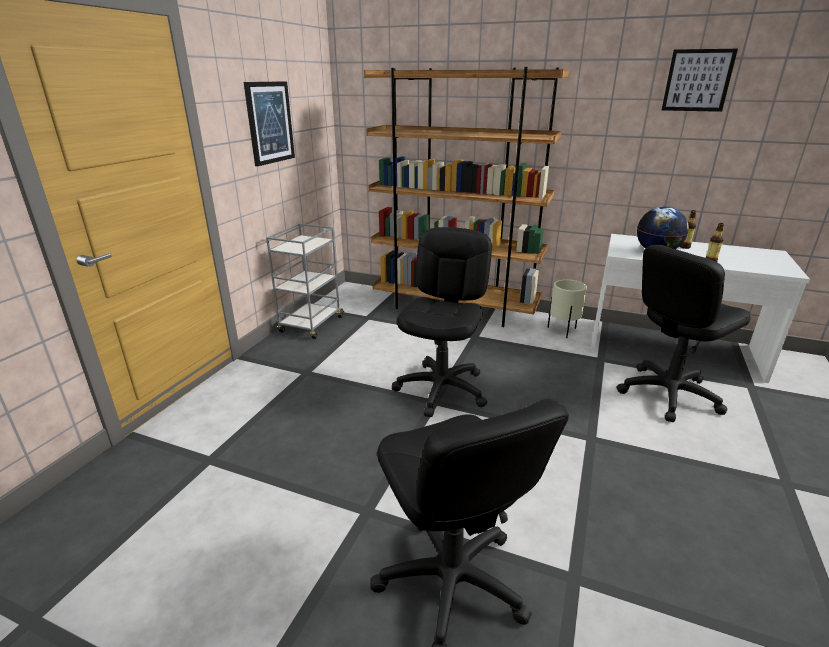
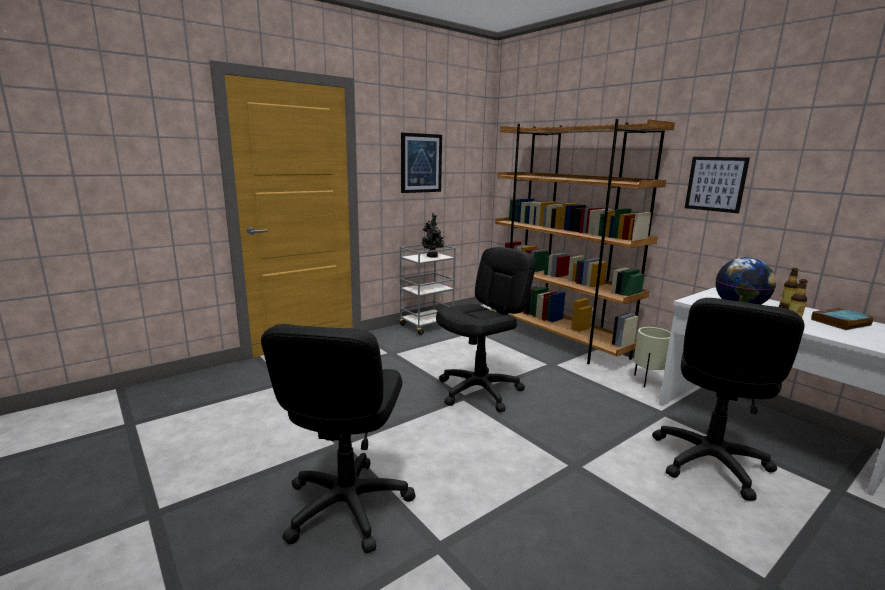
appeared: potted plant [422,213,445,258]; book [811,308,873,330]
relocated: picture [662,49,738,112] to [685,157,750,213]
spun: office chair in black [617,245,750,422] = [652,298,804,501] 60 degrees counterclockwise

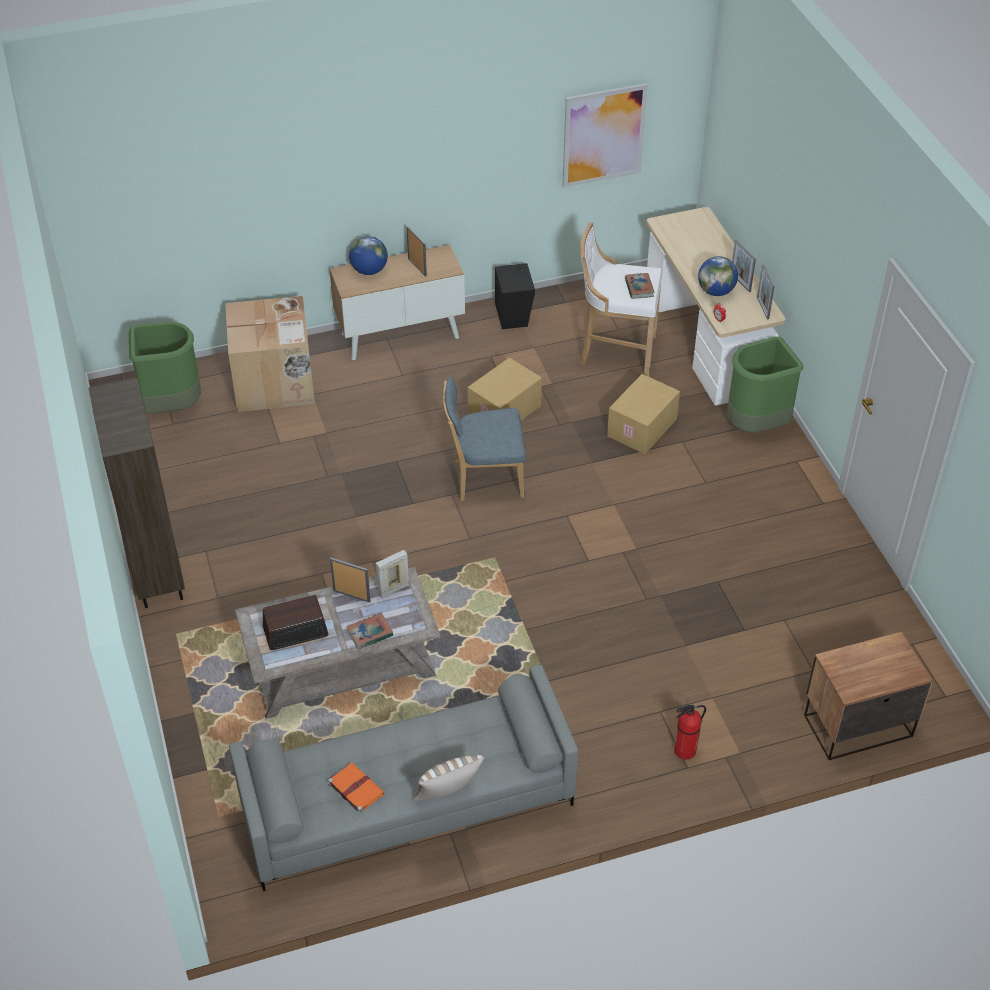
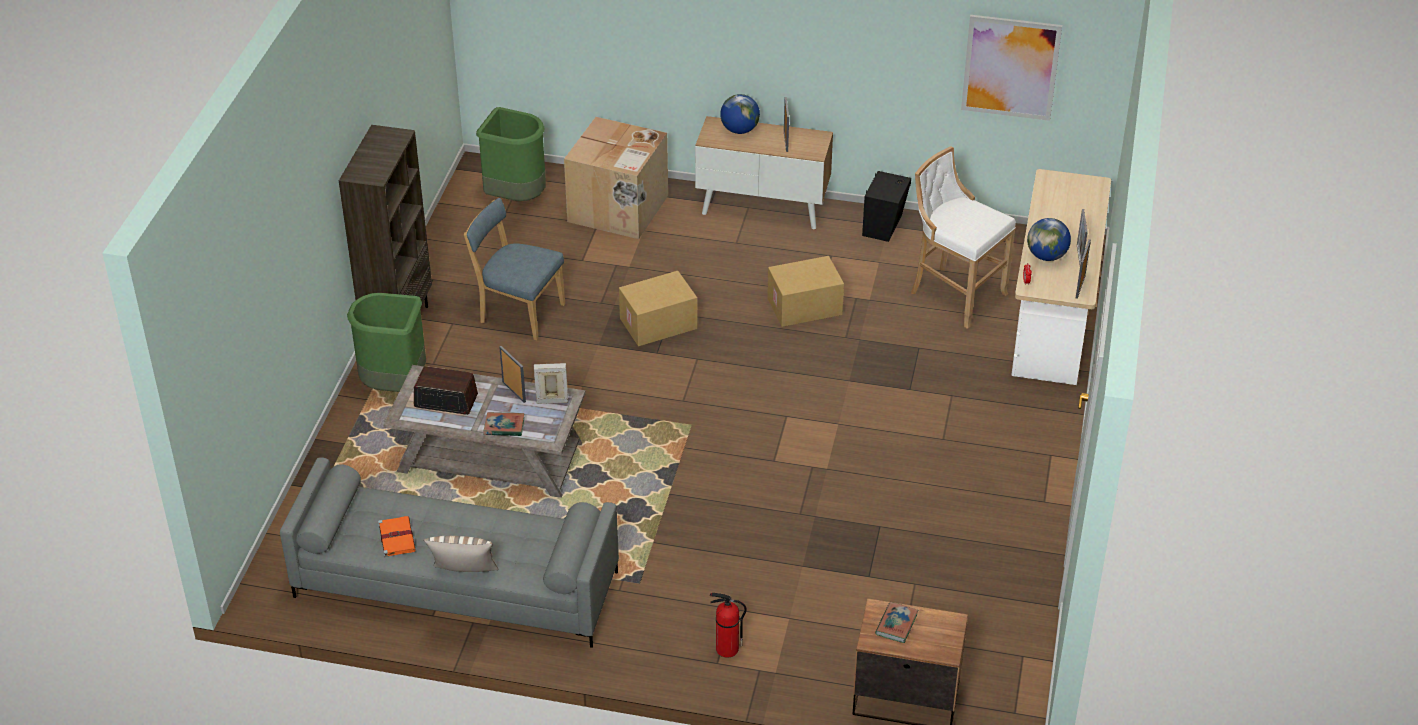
relocated: chair in blue [443,377,526,501] to [464,198,565,341]; cardboard box [607,374,680,454] to [619,271,697,346]; book [625,273,655,299] to [875,602,919,643]; trash can in green [727,336,803,433] to [347,293,426,392]

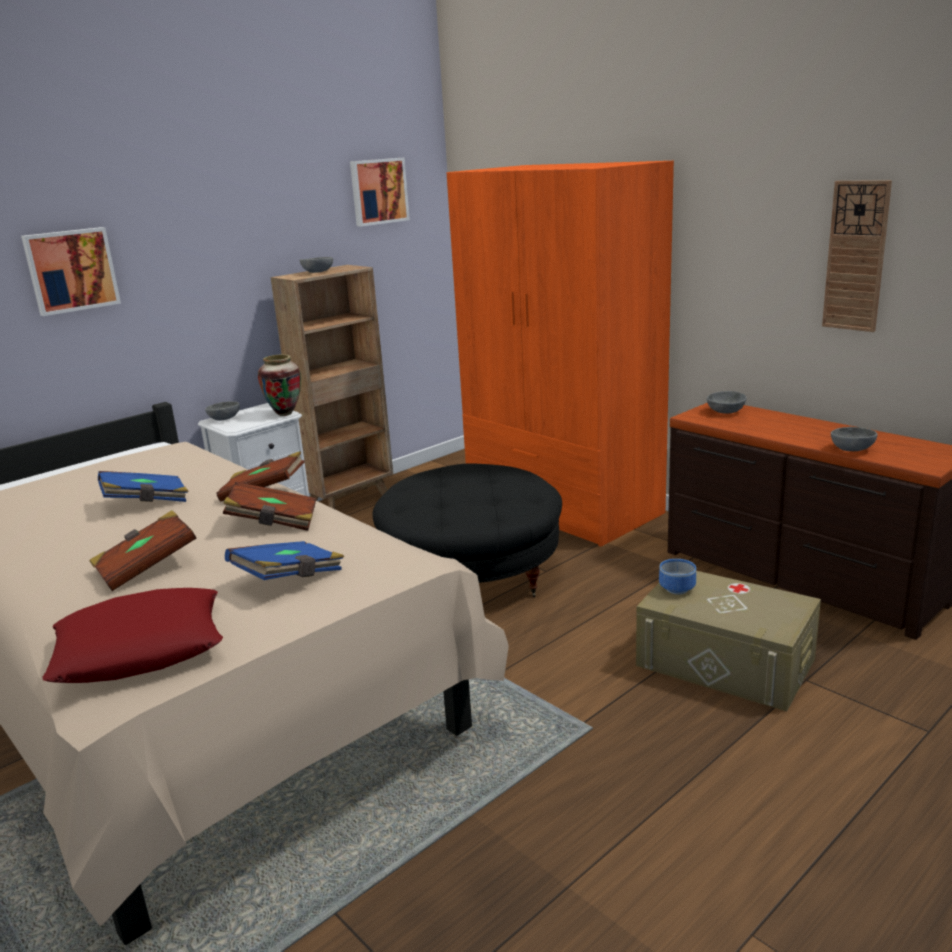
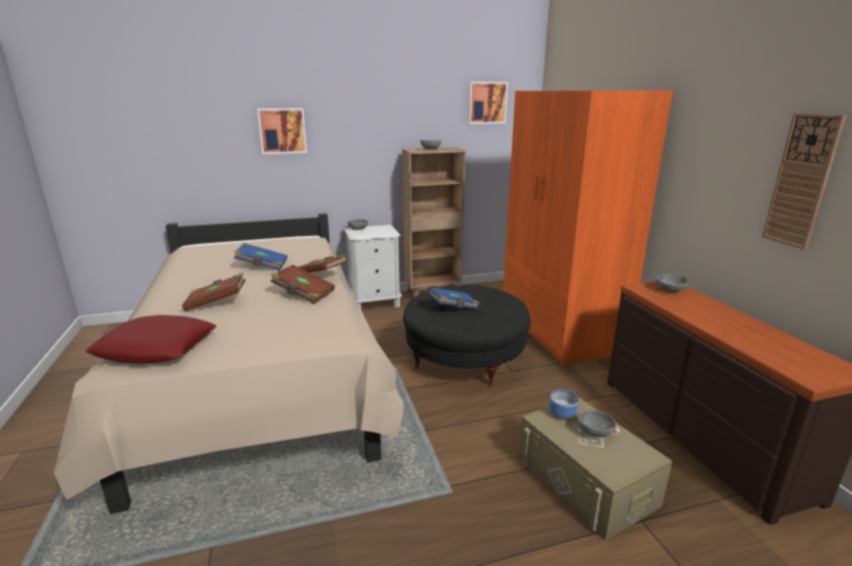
missing: vase [258,354,301,416]
relocated: book in blue [225,541,344,580] to [427,287,480,309]; bowl in grey [831,427,877,451] to [577,410,616,437]

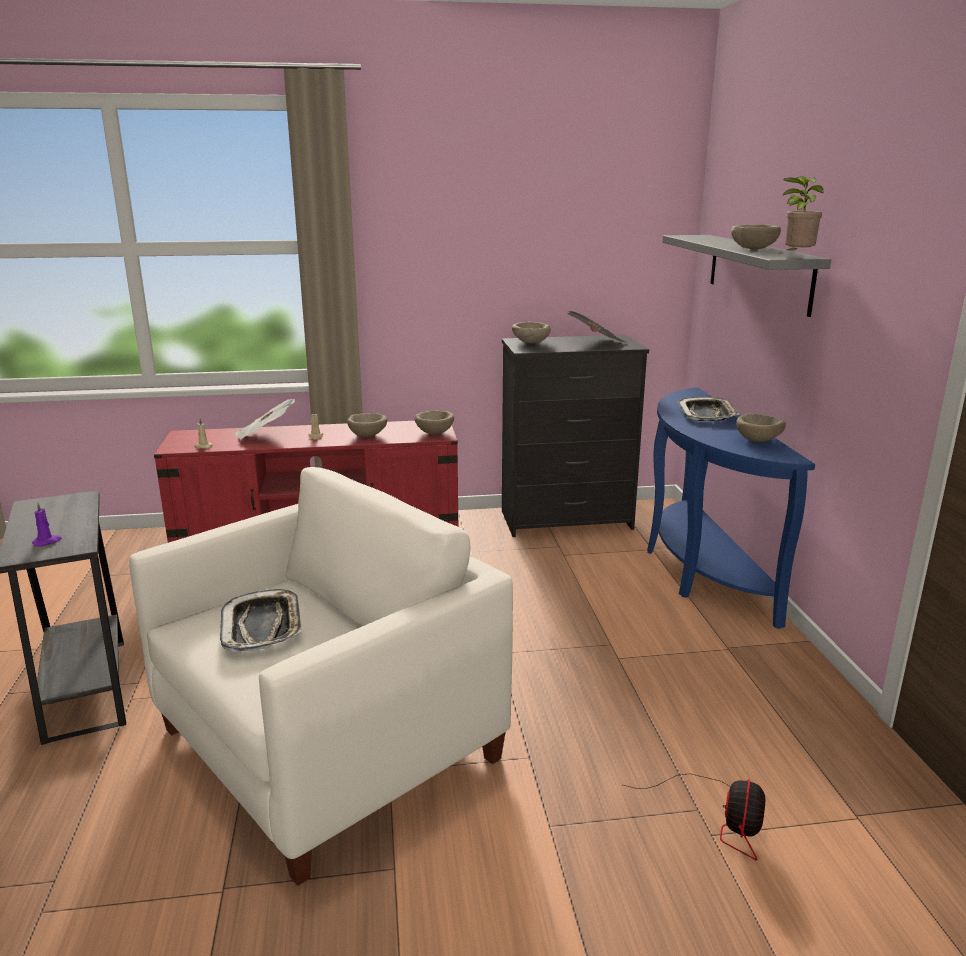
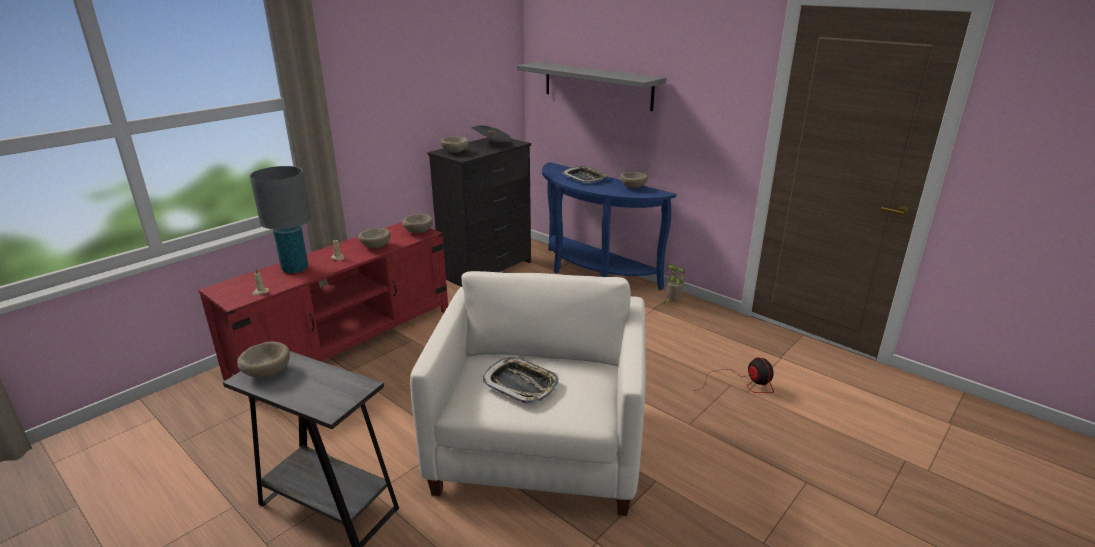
missing: candle in purple [32,503,62,547]
relocated: bowl in beige [731,224,781,249] to [237,342,290,378]; potted plant [779,176,824,254] to [665,264,685,303]
exchanged: newspaper [235,399,295,440] to table lamp in grey [250,166,311,273]

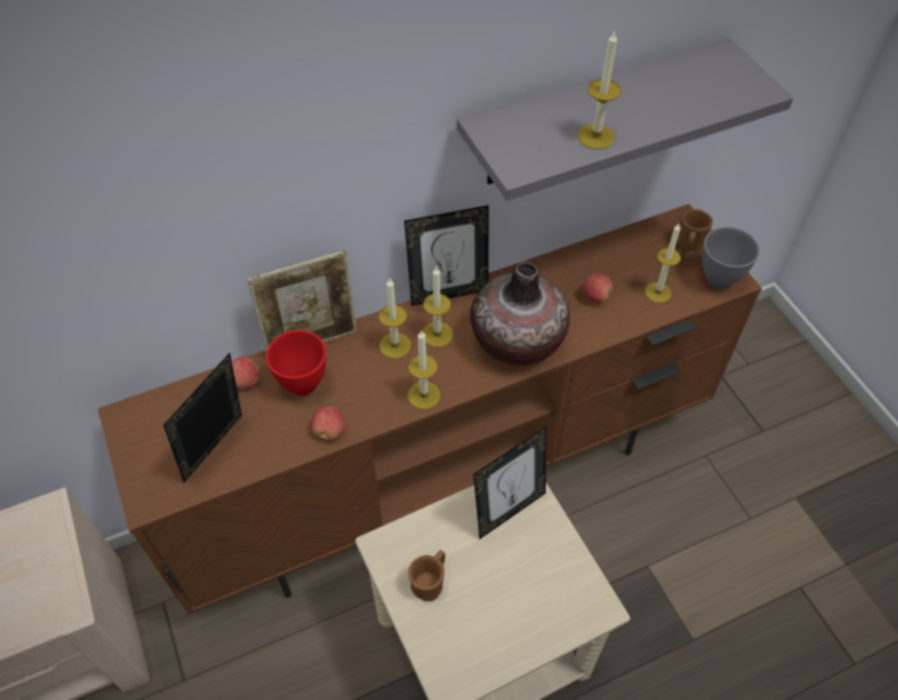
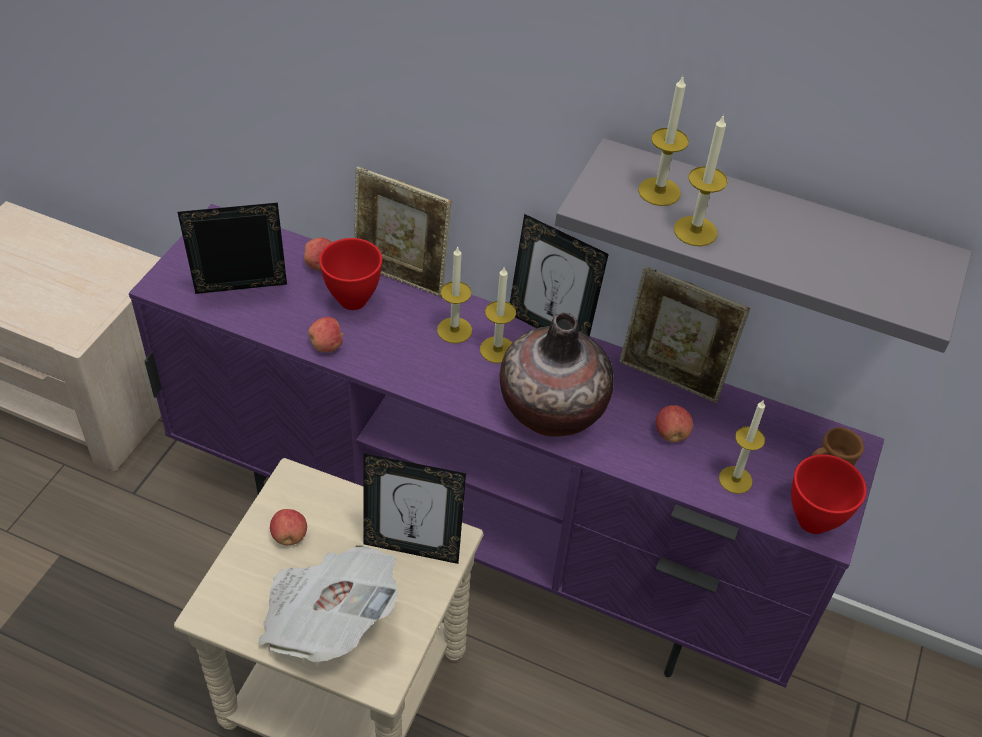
appeared: newspaper [258,545,398,662]; picture frame [620,266,750,403]
relocated: candle [408,330,441,410] to [638,76,689,206]
exchanged: mug in brown [408,550,445,602] to apple [270,509,307,545]
colour: tv stand in brown [98,204,762,615] to tv stand in purple [129,204,884,688]; bowl in grey [702,227,760,289] to bowl in red [791,454,867,534]

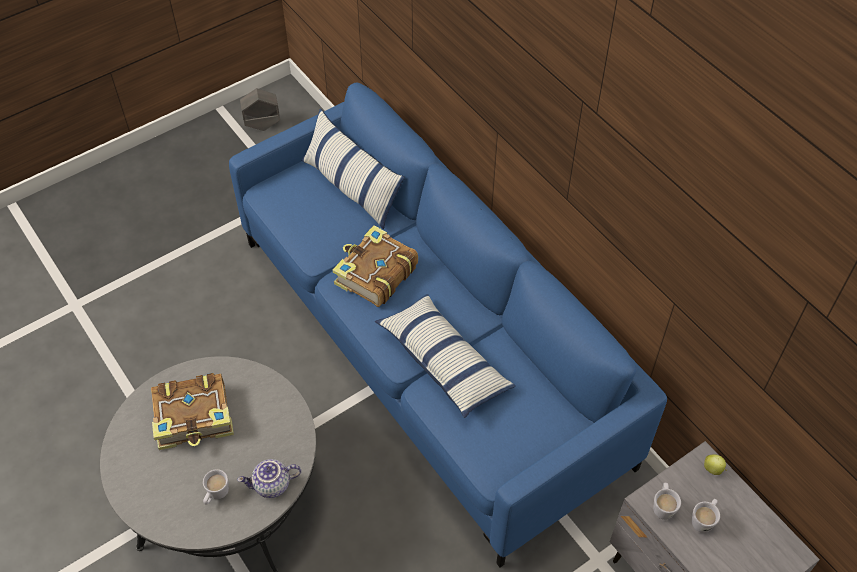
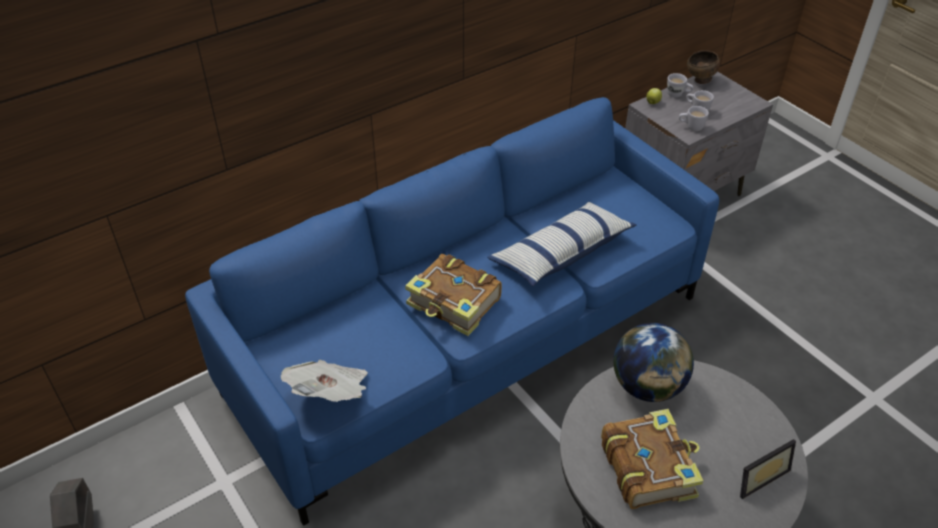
missing: teapot [237,459,301,498]; pillow [301,109,405,229]
appeared: newspaper [281,360,367,402]; globe [613,323,694,402]; bowl in brown [687,50,720,84]; picture frame [740,439,796,499]
relocated: mug in white [203,469,229,505] to [667,73,694,97]

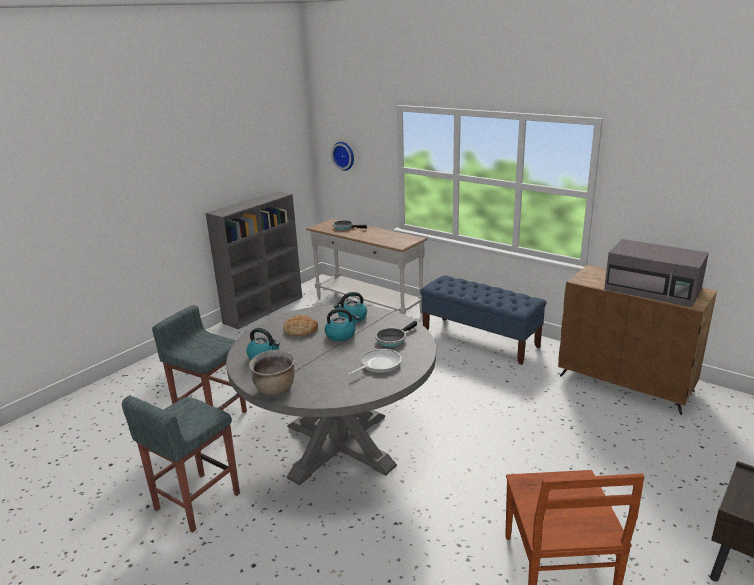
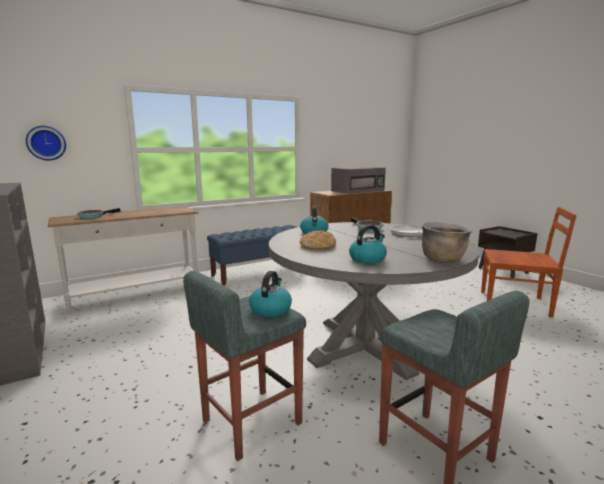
relocated: kettle [325,308,360,341] to [249,271,292,317]

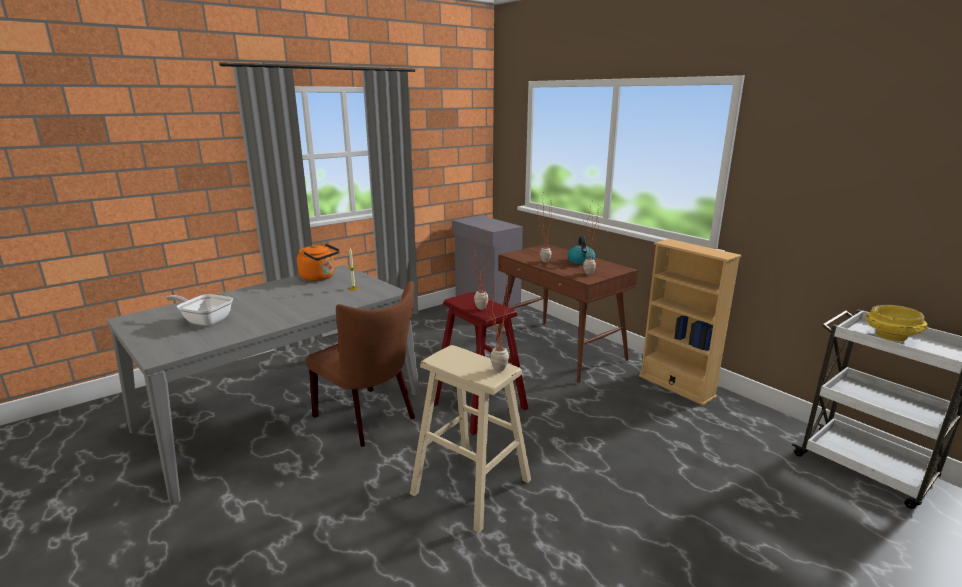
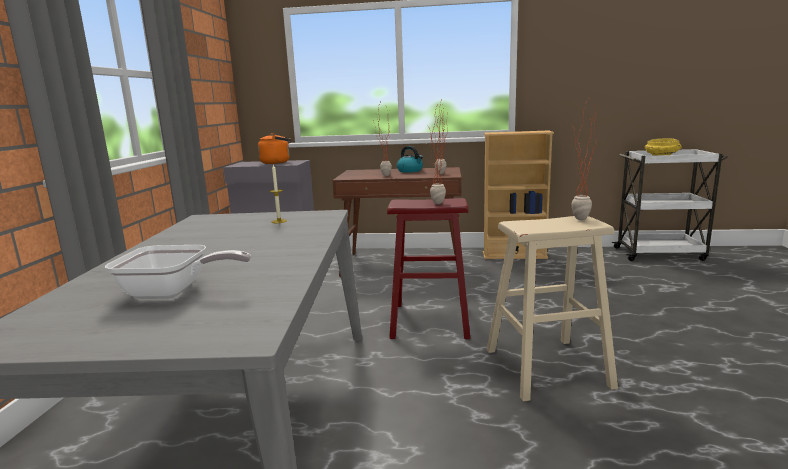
missing: chair in brown [306,281,415,447]
relocated: kettle in orange [297,243,340,281] to [258,133,291,164]
spun: frying pan [166,294,233,326] = [105,245,251,299] 150 degrees counterclockwise

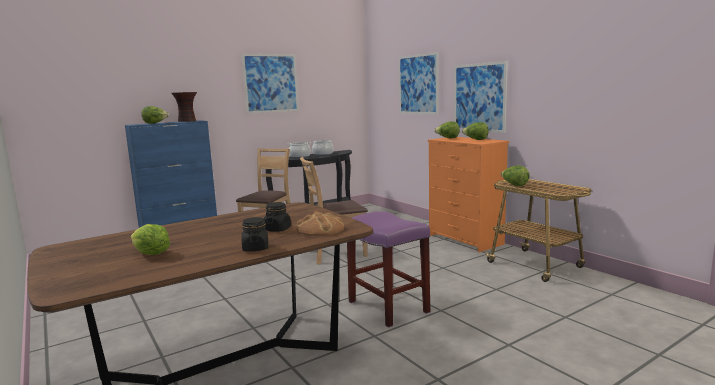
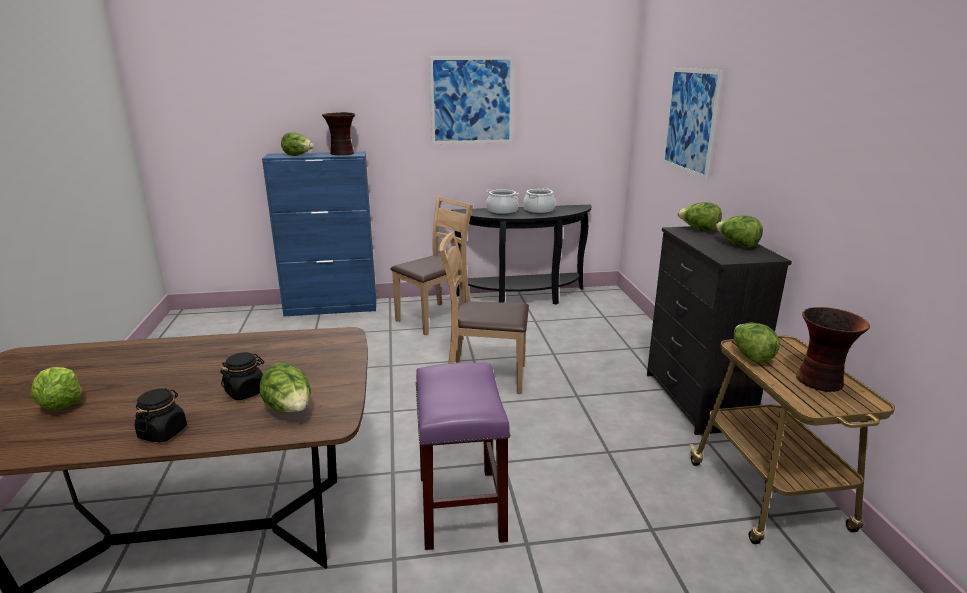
missing: picture [454,61,508,133]
appeared: vase [796,307,870,392]
exchanged: bread [296,211,344,236] to lettuce [260,362,311,413]
colour: dresser in orange [428,137,509,252] to dresser in black [647,226,792,435]

